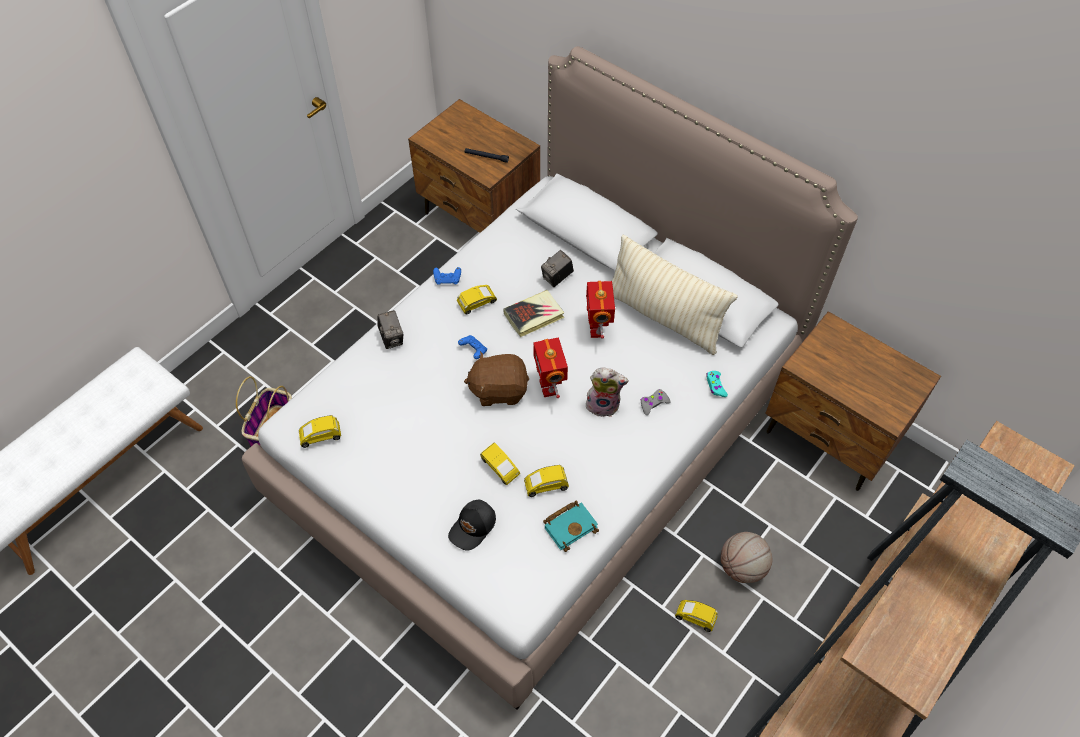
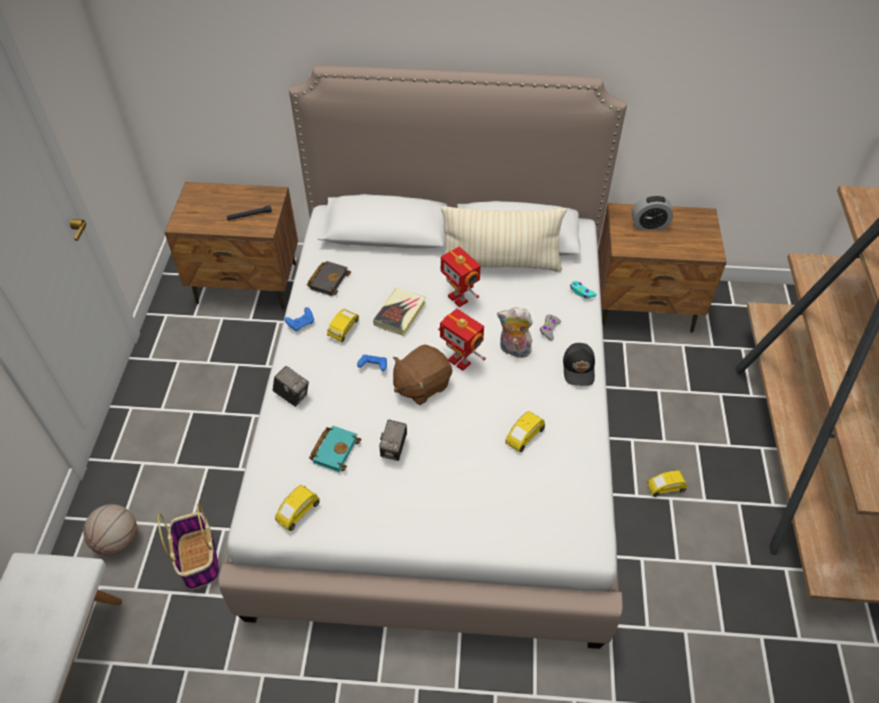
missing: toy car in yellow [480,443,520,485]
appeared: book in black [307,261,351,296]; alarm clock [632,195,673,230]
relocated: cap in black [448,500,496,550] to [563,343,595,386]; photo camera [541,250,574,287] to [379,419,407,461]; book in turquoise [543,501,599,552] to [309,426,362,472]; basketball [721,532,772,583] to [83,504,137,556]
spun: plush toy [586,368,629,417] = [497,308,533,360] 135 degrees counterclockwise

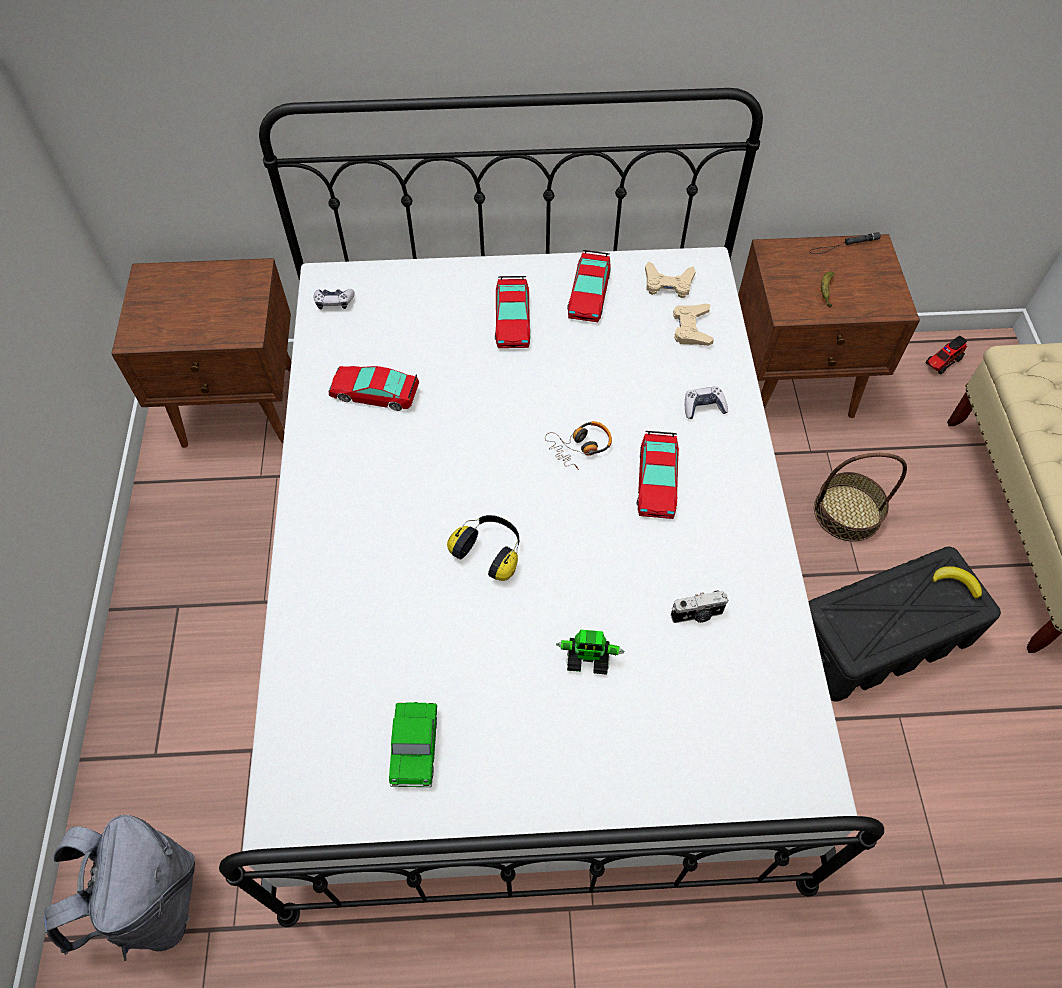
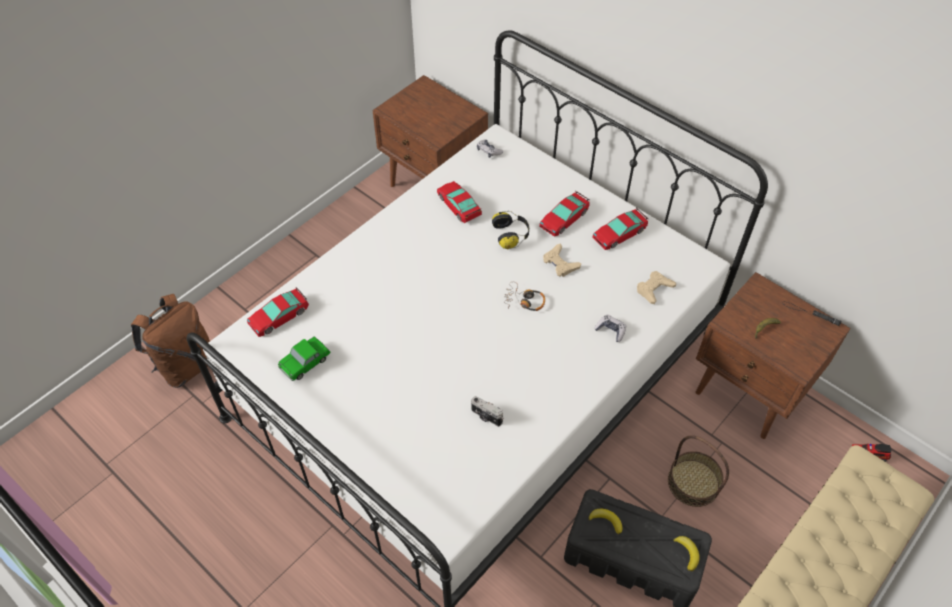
missing: toy robot [556,630,625,675]
appeared: banana [588,509,623,534]
relocated: headphones [447,515,519,581] to [492,211,529,249]; toy car [636,431,679,519] to [247,287,309,337]; game controller in beige [645,262,696,298] to [543,243,581,277]
colour: backpack in grey [44,815,195,961] to backpack in brown [131,294,210,388]

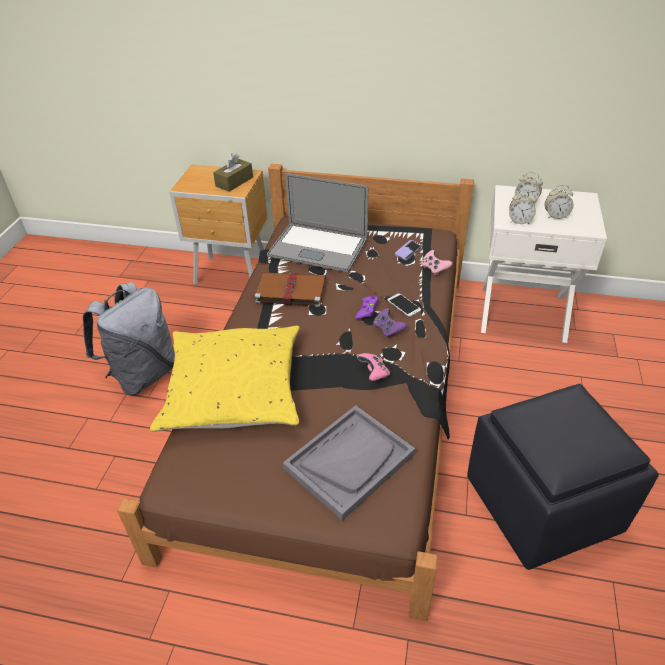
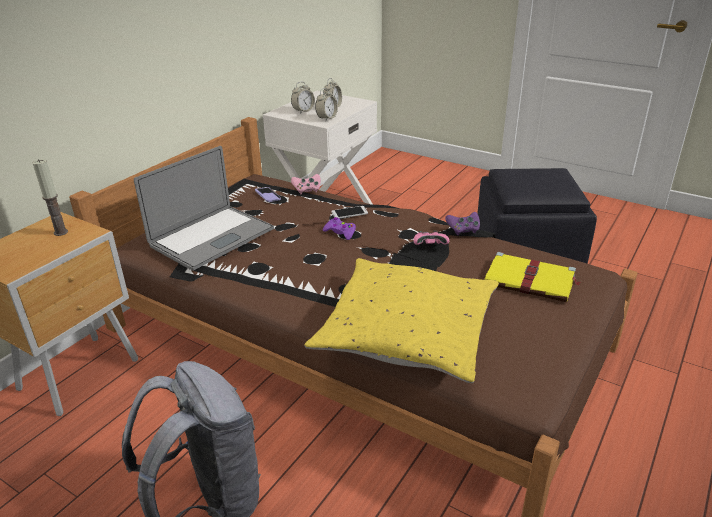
missing: book in brown [251,272,326,307]
relocated: game controller in purple [373,308,407,338] to [445,212,480,235]
exchanged: tissue box in brown [213,153,253,192] to candle [33,159,68,236]; tray in grey [283,405,415,521] to book in yellow [484,252,581,302]

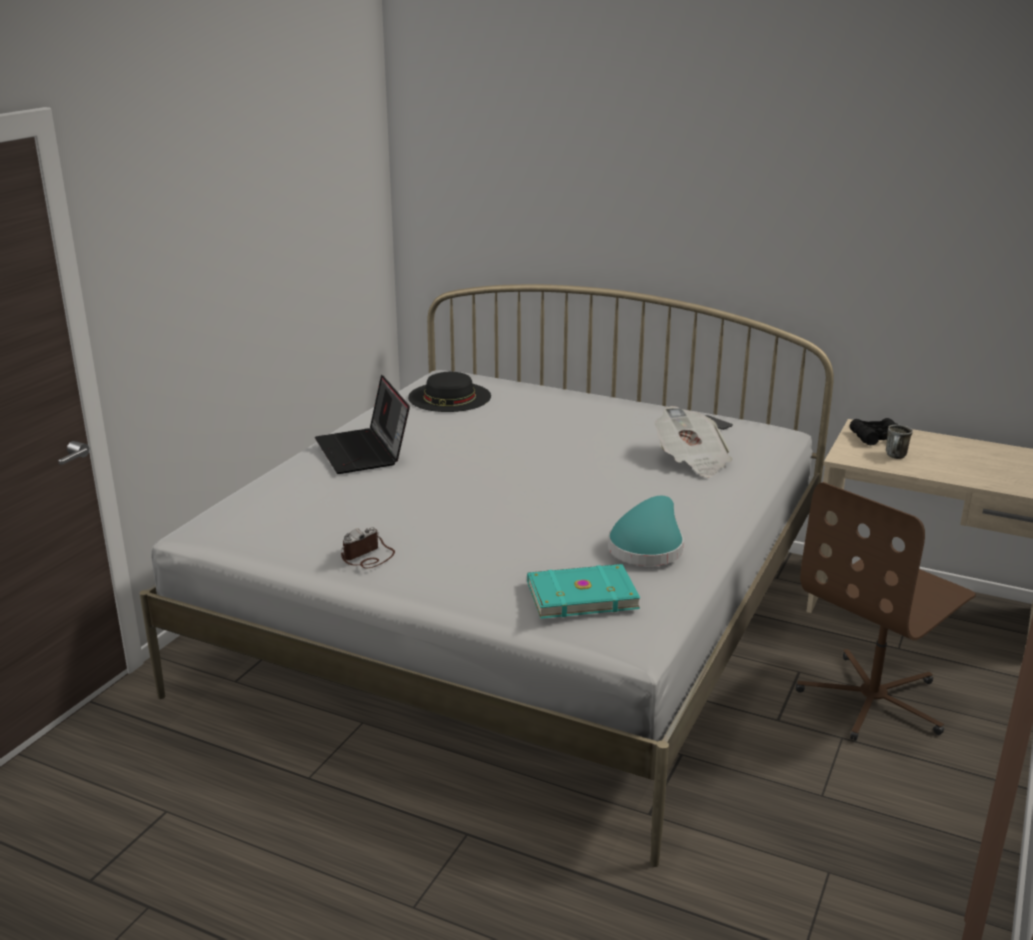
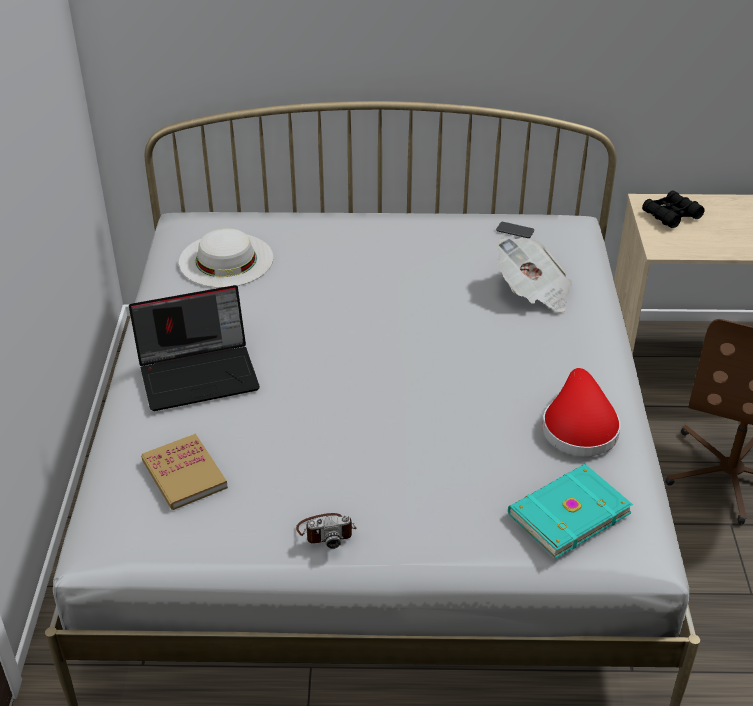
missing: mug [886,424,913,459]
appeared: book [141,433,228,510]
colour: hat in black [408,372,491,412] to hat in white [179,228,273,288]; hat in turquoise [608,496,684,566] to hat in red [542,368,621,456]
spun: laptop [315,375,410,474] = [129,285,260,411] 60 degrees counterclockwise; photo camera [341,527,395,568] = [296,513,357,549] 120 degrees counterclockwise

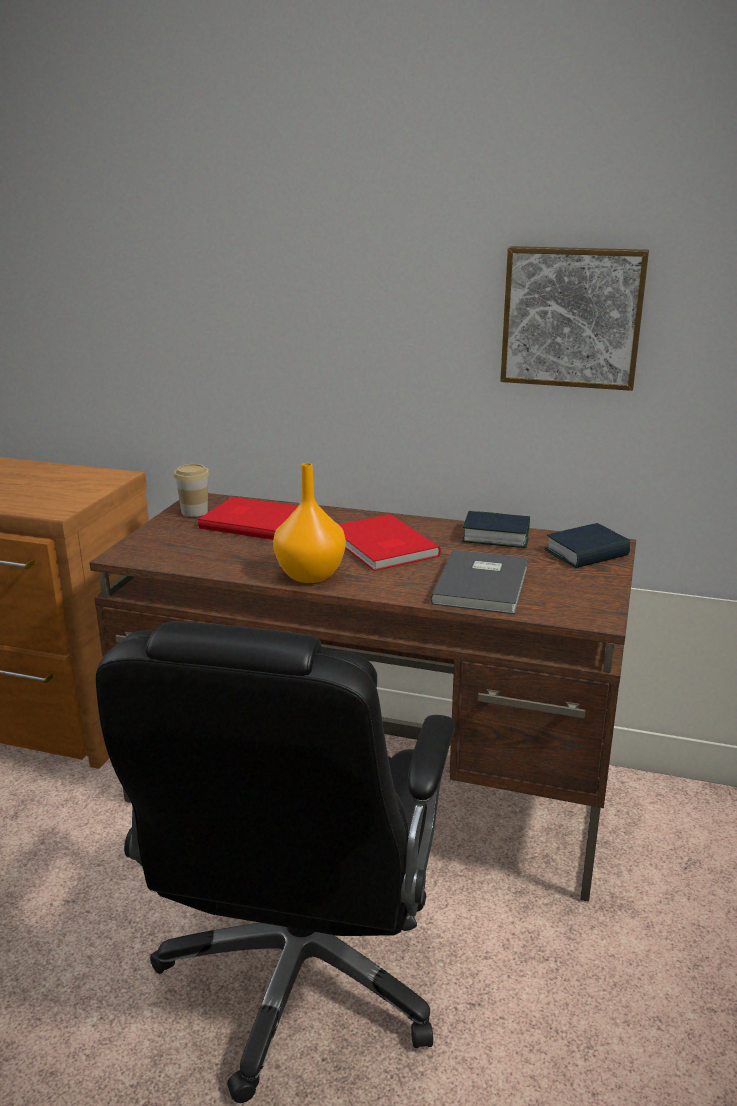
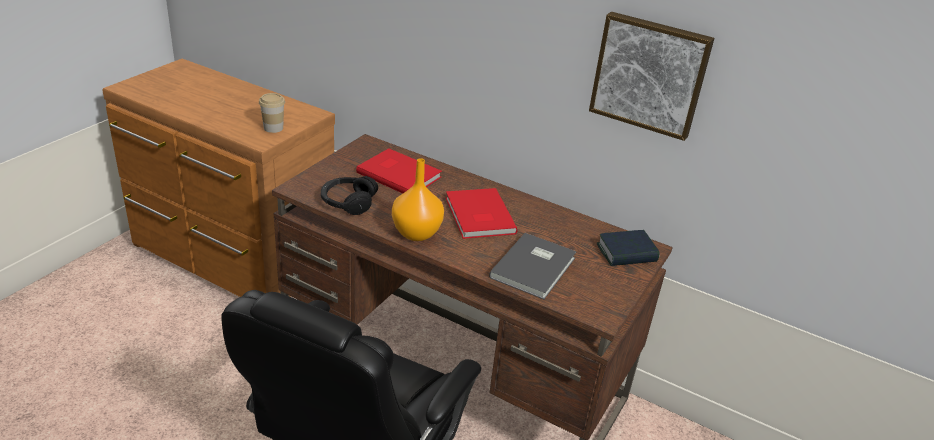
missing: book [462,511,530,548]
appeared: headphones in black [321,176,378,215]
relocated: cup [174,464,209,517] to [259,93,285,133]

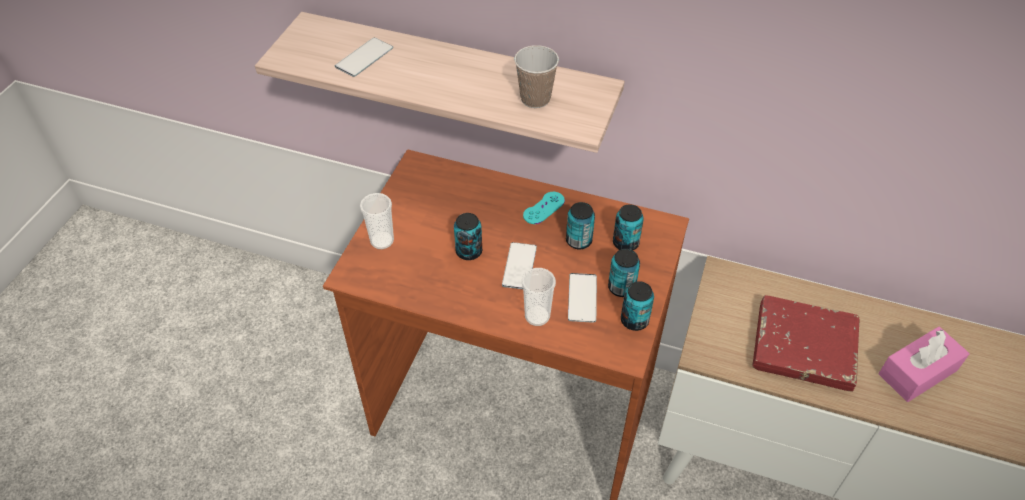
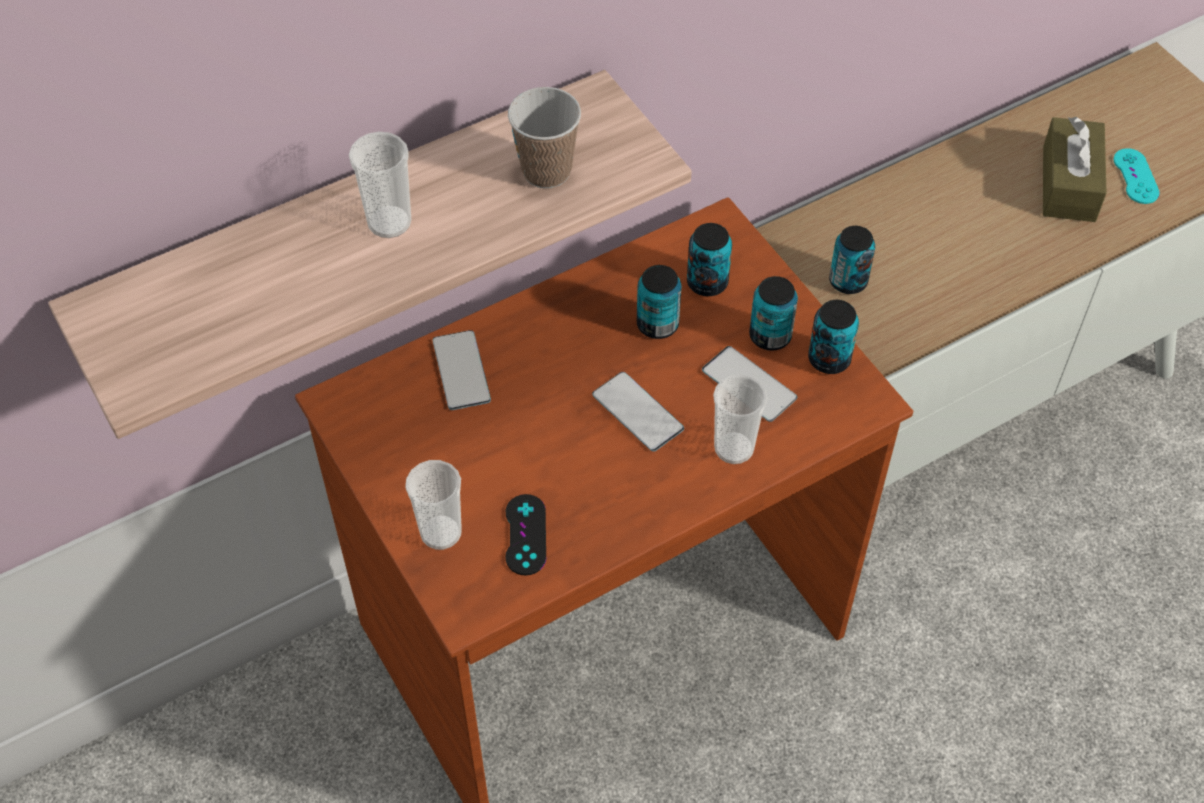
missing: book in red [752,295,860,392]
appeared: cup [349,132,411,238]; game controller in black [505,494,546,575]
relocated: phone [335,38,393,77] to [432,330,491,410]; can [454,213,482,260] to [829,226,875,294]; game controller in turquoise [523,192,565,224] to [1113,148,1160,204]
colour: tissue box in pink [879,326,970,402] to tissue box in brown [1043,117,1106,222]

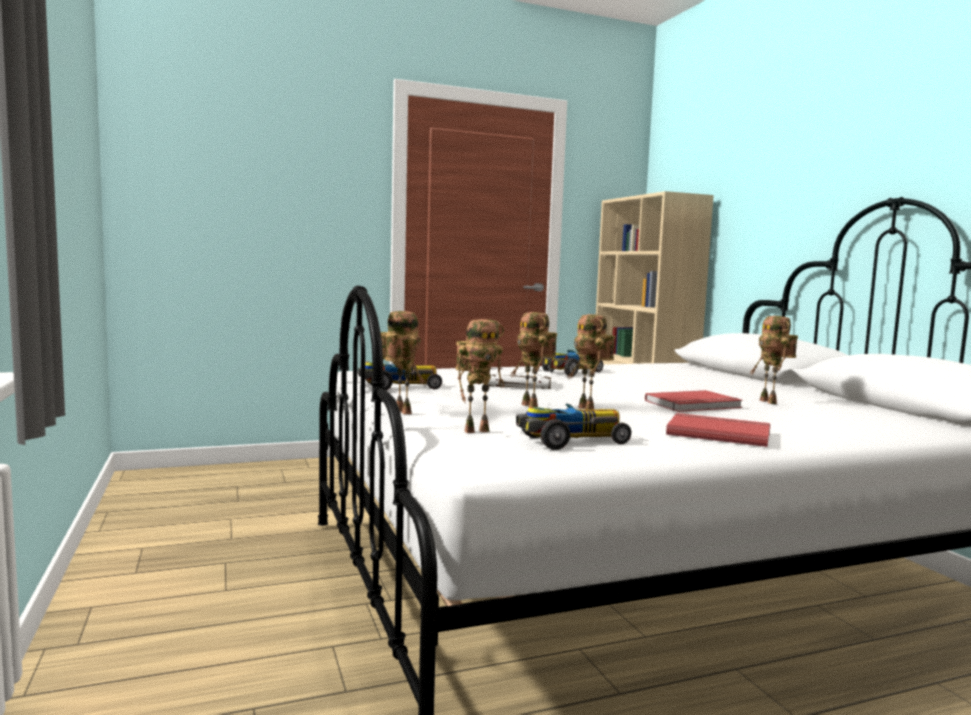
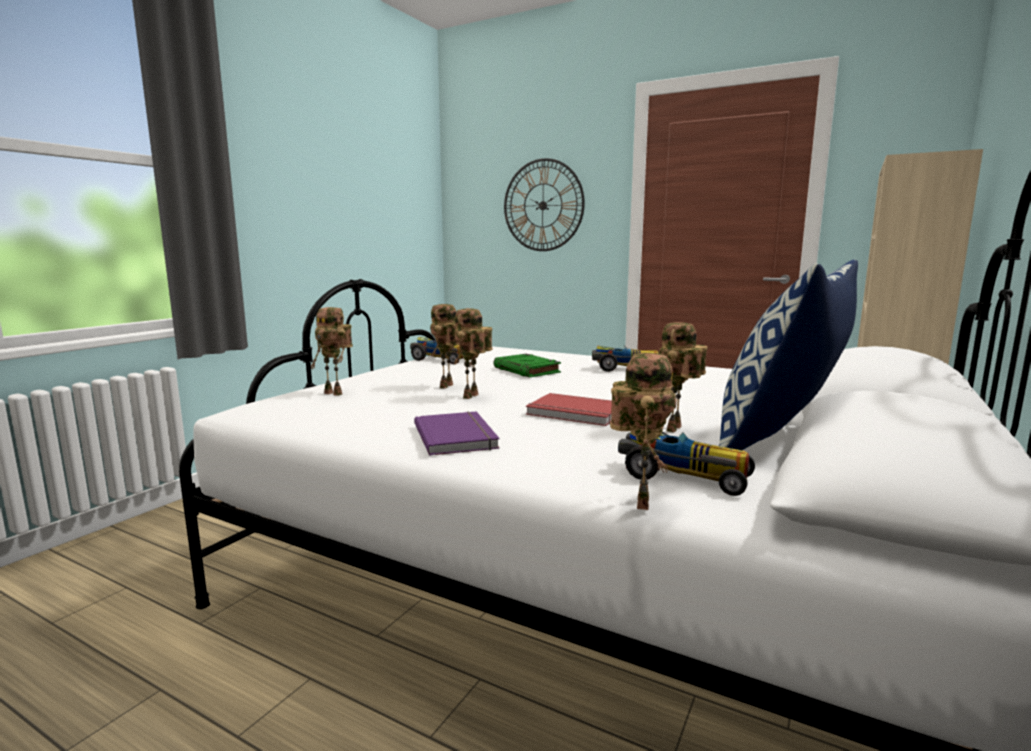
appeared: wall clock [504,158,585,251]; pillow [719,260,858,450]
relocated: toy robot [380,311,425,415] to [610,353,677,510]; toy car [516,404,631,450] to [618,432,755,496]
colour: book in white [488,368,551,389] to book in green [494,354,561,377]; book in red [666,413,771,447] to book in purple [414,411,500,456]

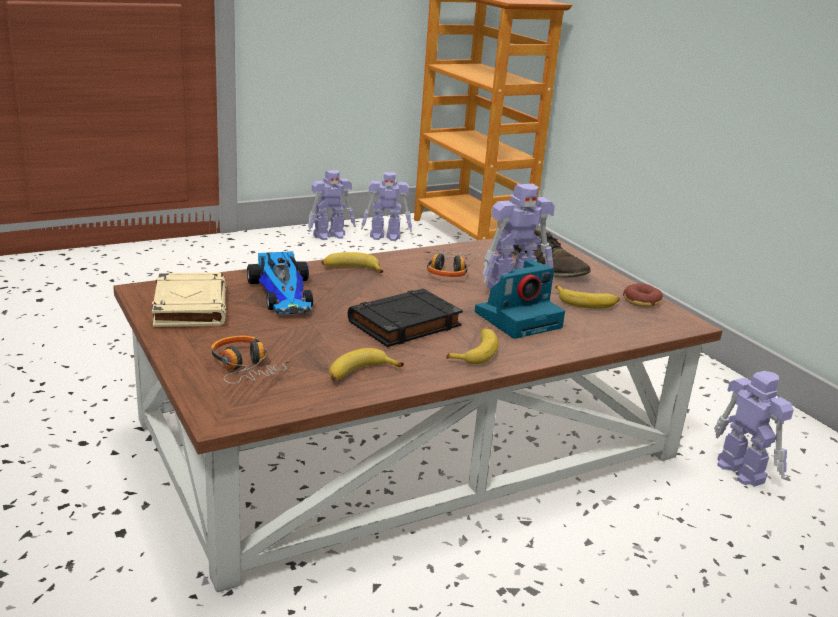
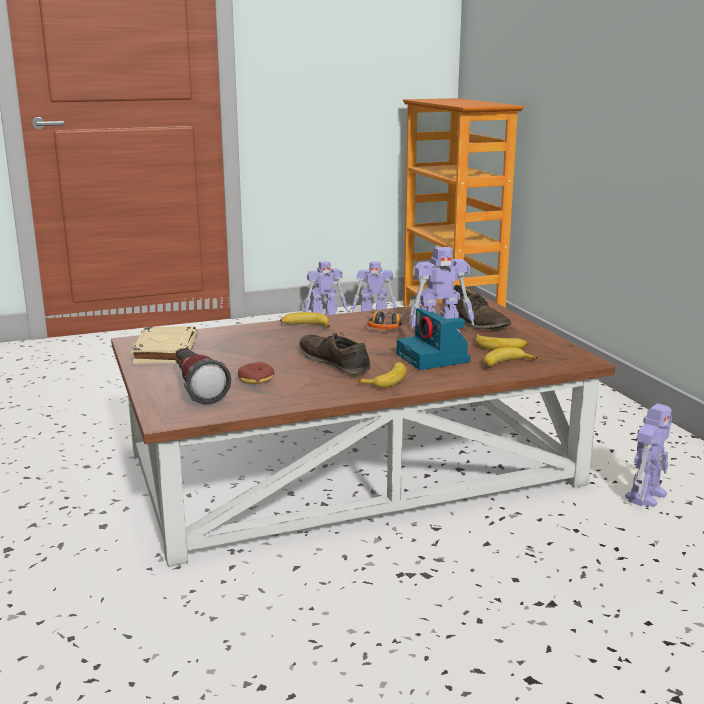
missing: toy car [247,251,313,314]
relocated: banana [329,348,404,381] to [483,347,538,367]; donut [623,283,663,307] to [238,362,275,384]
exchanged: headphones [211,336,293,384] to flashlight [175,348,231,404]; book in black [348,289,463,347] to shoe in brown [299,333,370,375]
spun: photo camera [475,259,565,339] = [397,308,471,370] 90 degrees clockwise; toy robot [714,371,794,487] = [625,403,672,507] 60 degrees clockwise

